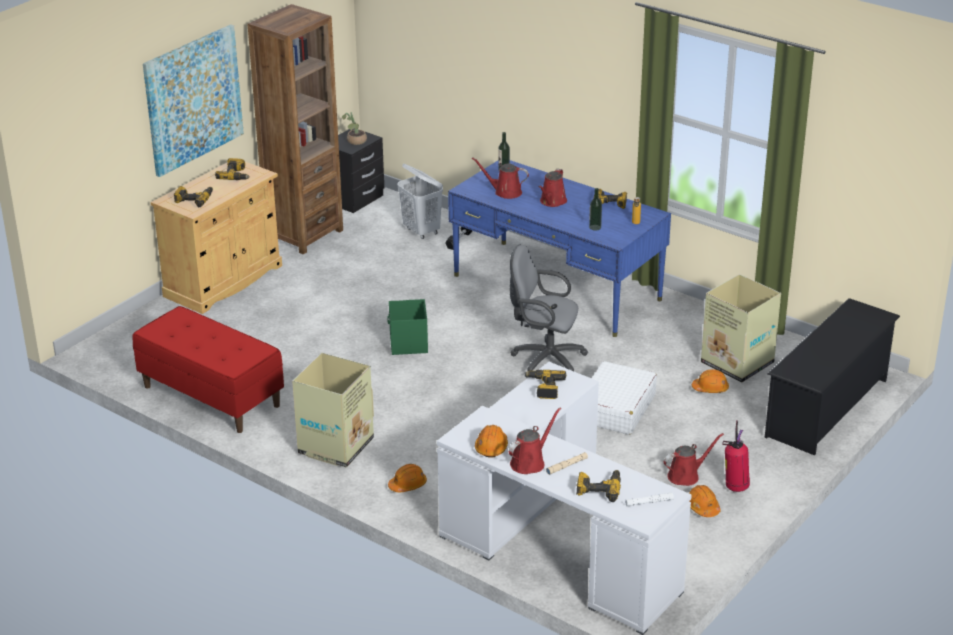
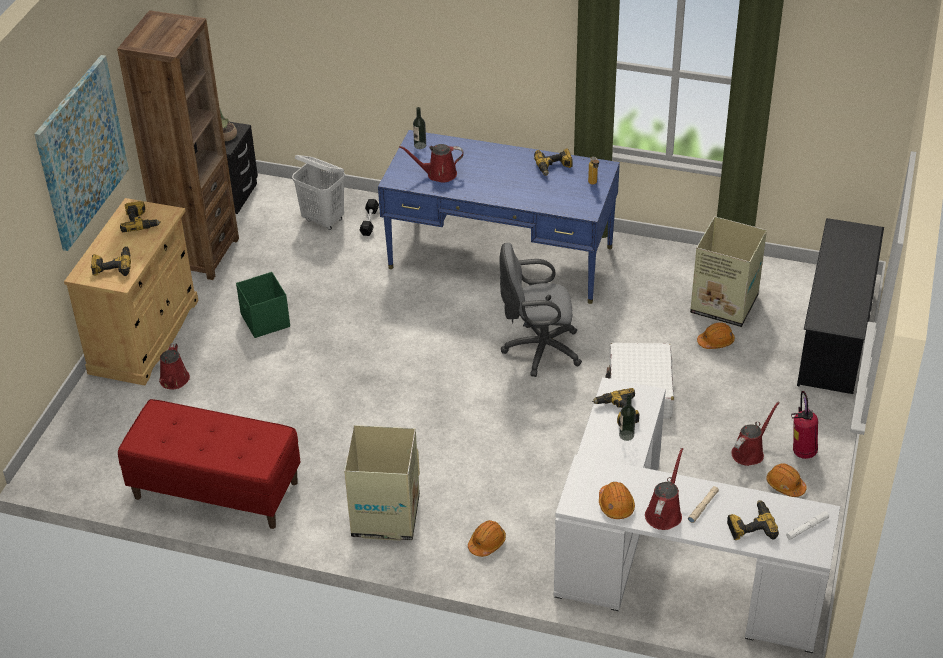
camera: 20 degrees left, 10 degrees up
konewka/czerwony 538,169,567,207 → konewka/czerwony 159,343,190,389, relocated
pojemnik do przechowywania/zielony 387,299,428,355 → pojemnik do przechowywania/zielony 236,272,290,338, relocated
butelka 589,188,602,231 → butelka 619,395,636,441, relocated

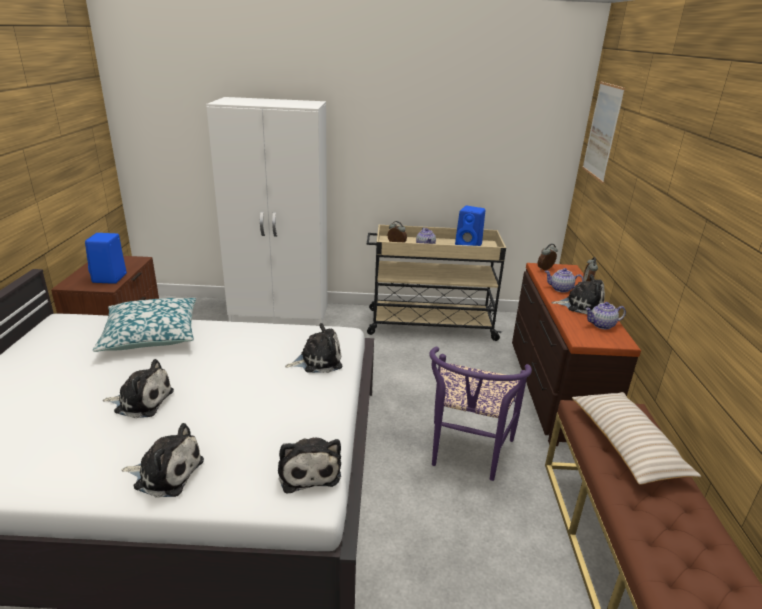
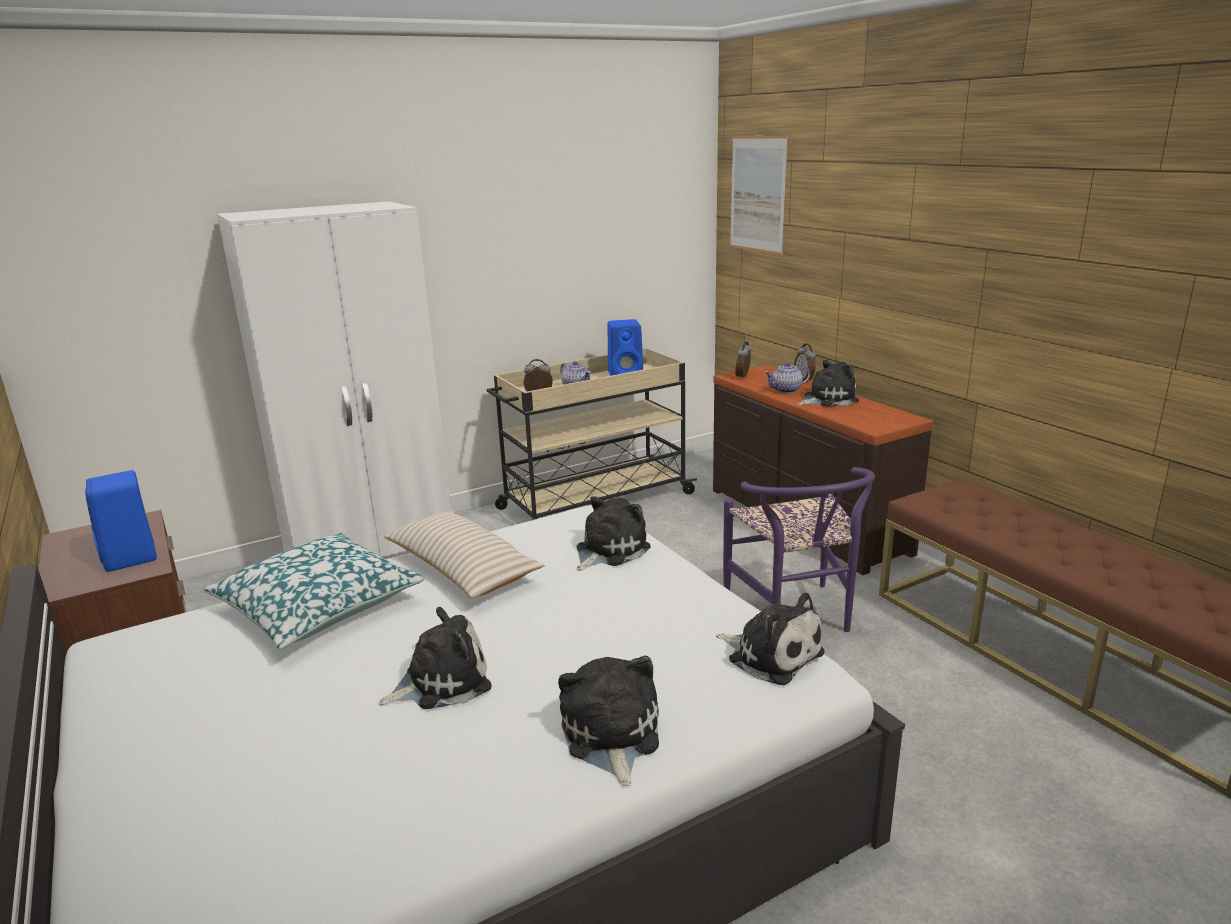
camera: 30 degrees left, 5 degrees down
poduszka/beżowy 572,392,702,485 → poduszka/beżowy 384,511,545,599, relocated
pluszak 122,423,204,497 → pluszak 558,656,659,786, 75 degrees counterclockwise
imbryk 585,302,626,329 → -

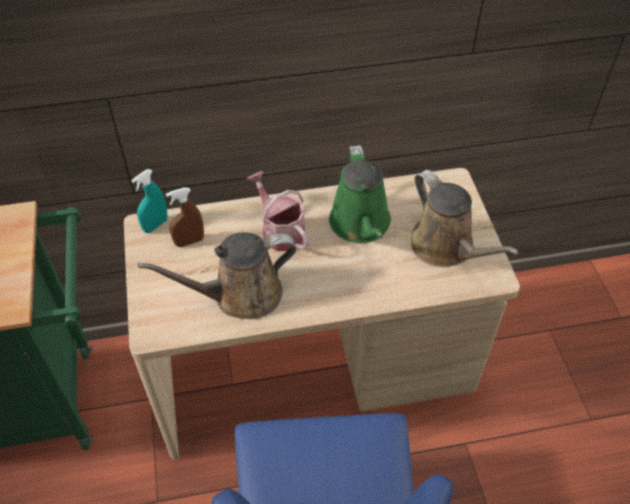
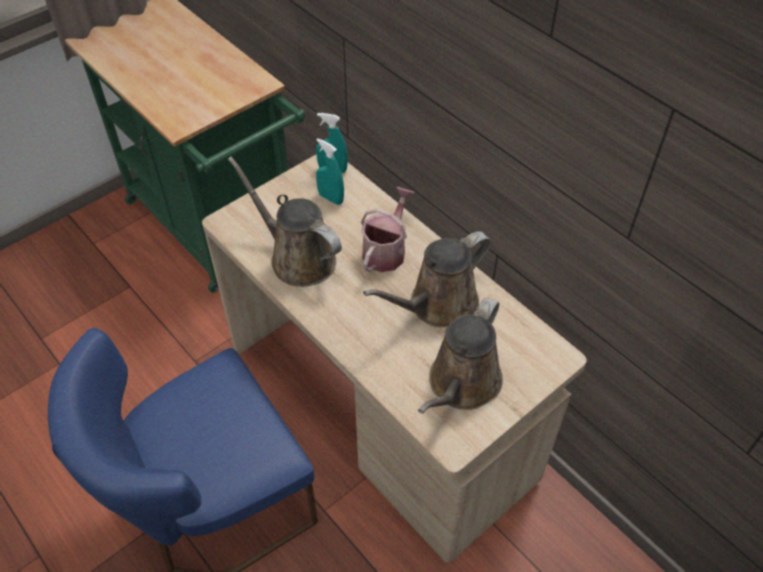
camera: 60 degrees right, 0 degrees up
spryskiwacz/brązowy 166,188,204,247 → spryskiwacz/turkusowy 316,138,344,205
konewka/zielony 329,145,391,243 → konewka/brązowy 363,231,492,327

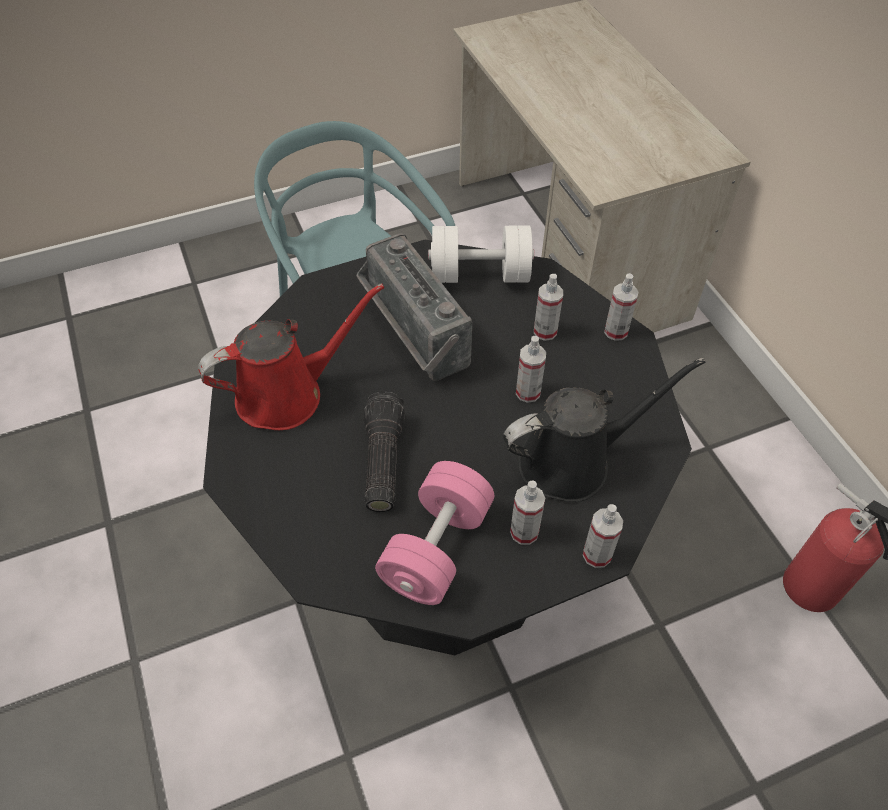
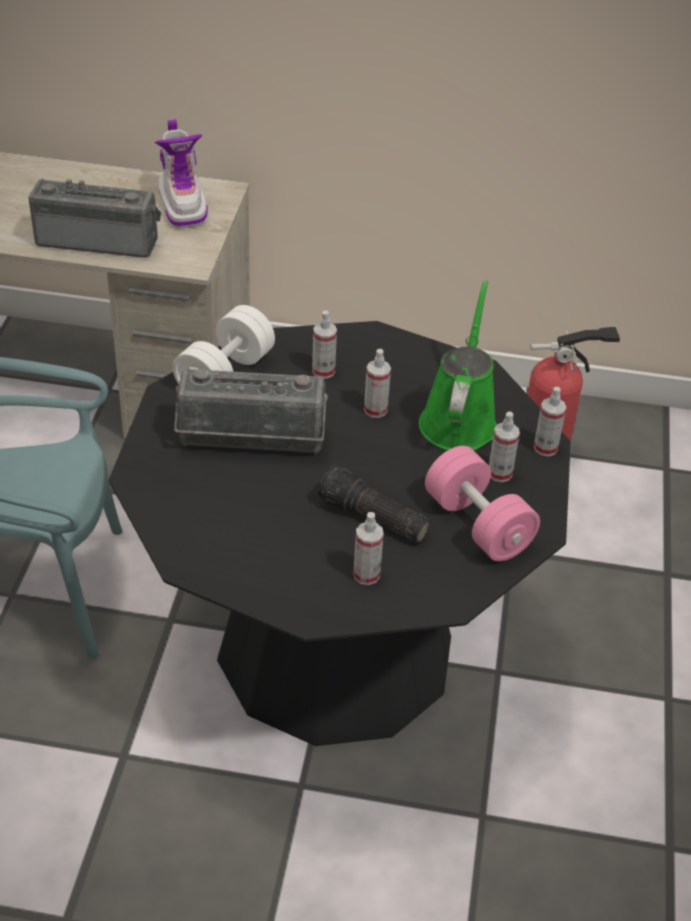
camera: 60 degrees left, 10 degrees down
- → radio 28,179,161,258
- → but z cholewką 155,119,208,228
spryskiwacz 604,273,639,341 → spryskiwacz 353,512,384,585, relocated
konewka/czarny 503,358,706,502 → konewka/zielony 419,280,497,450
konewka/czerwony 198,283,385,430 → -

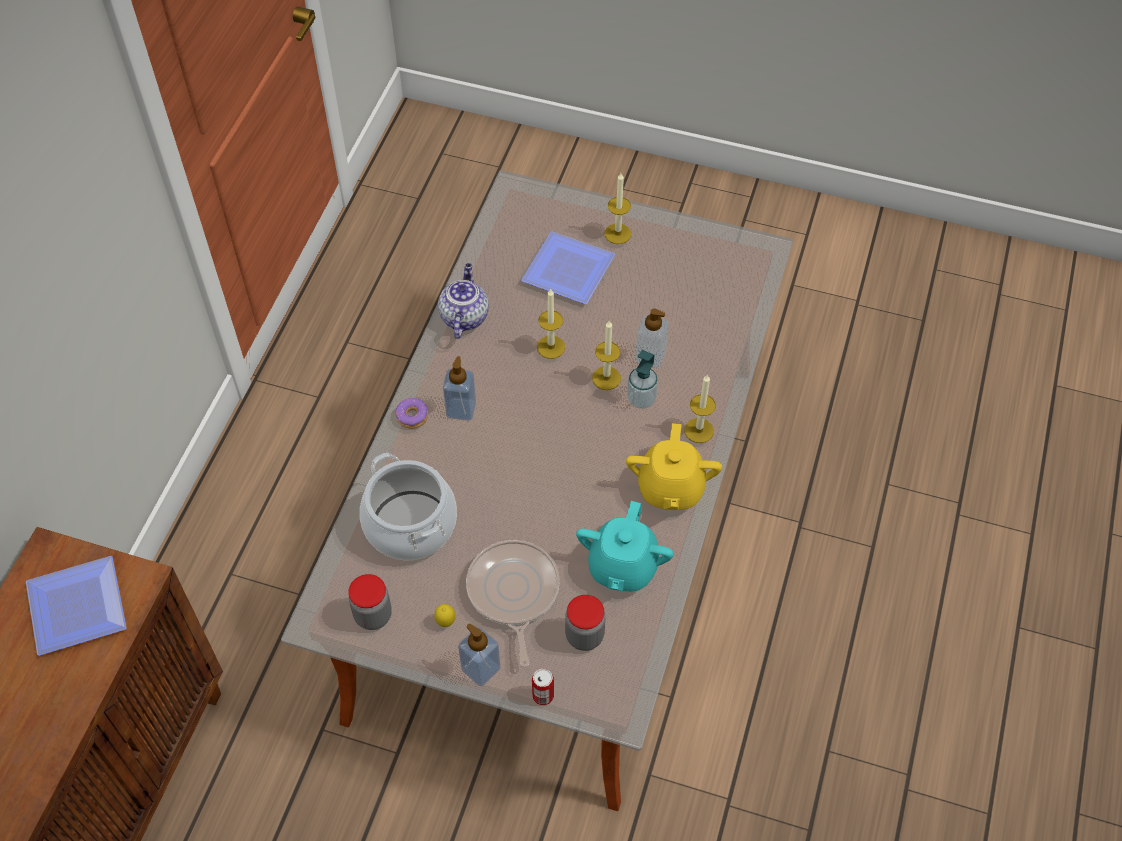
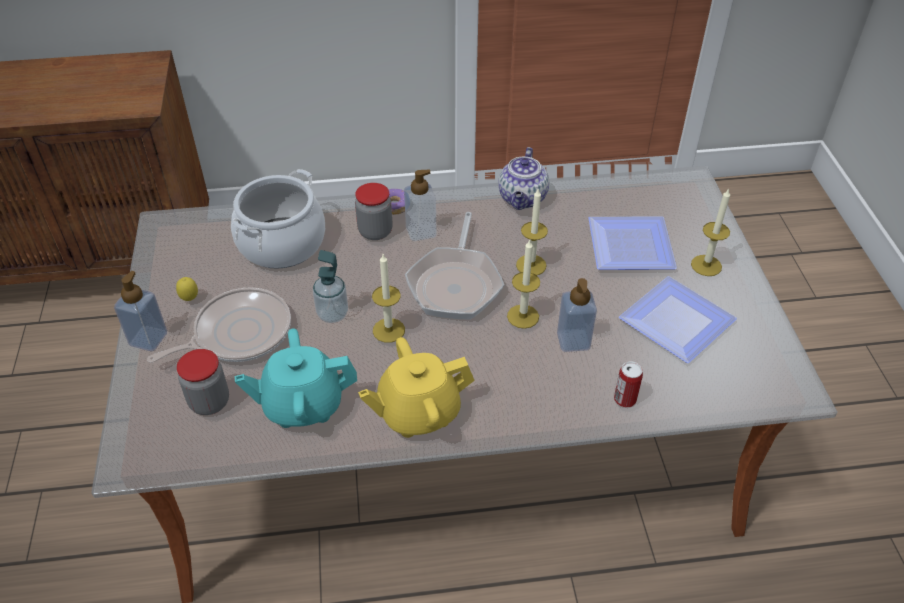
camera: 65 degrees right, 10 degrees down
dozownik mydła 627,350,658,409 → dozownik mydła 313,250,348,323, relocated
słoik 348,574,392,630 → słoik 355,183,393,240, relocated
świeca 684,375,716,443 → świeca 372,254,405,343, relocated
- → patelnia 405,212,504,319
imbryk 438,263,489,339 → imbryk 498,147,549,210, 120 degrees clockwise
puszka 532,669,554,705 → puszka 614,361,643,407, relocated
talerz 26,556,127,656 → talerz 619,276,737,363, relocated

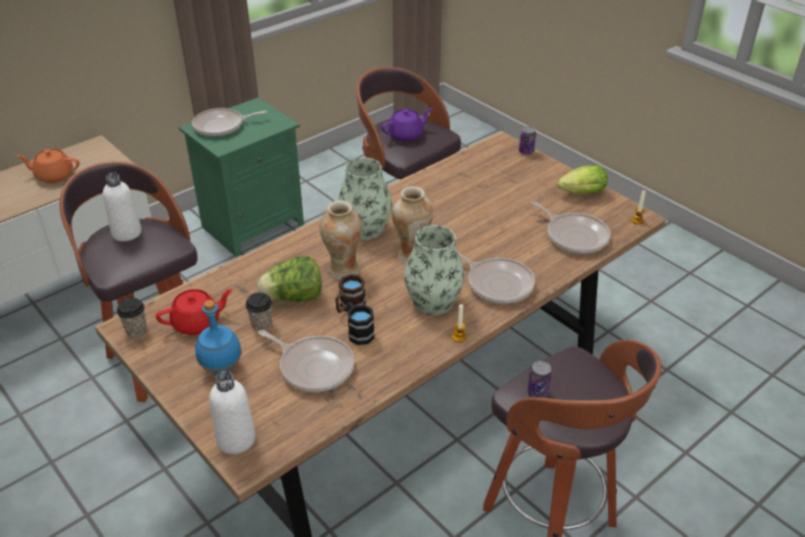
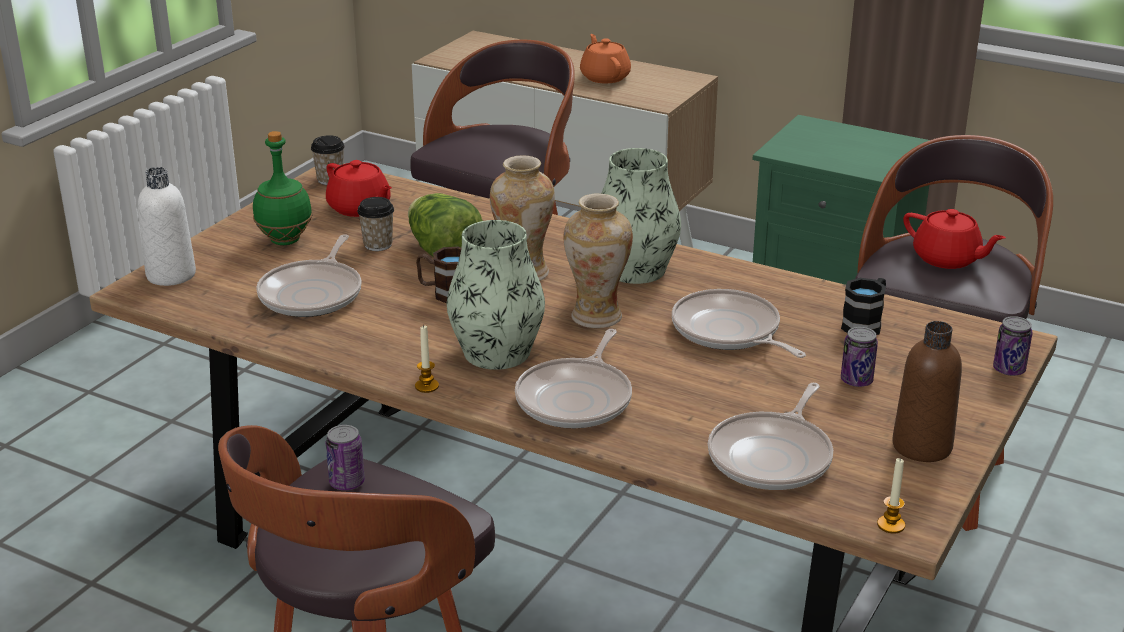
camera: 70 degrees right, 10 degrees down
butelka/niebieski 195,300,242,375 → butelka/zielony 253,131,312,245
patelnia 192,108,267,137 → patelnia 672,289,806,358, relocated
kubek/czarny 347,302,375,345 → kubek/czarny 841,278,886,335, relocated
- → puszka 841,327,878,387
sałata 557,165,608,194 → butelka/brązowy 892,321,962,462
imbryk/fioletowy 381,108,432,141 → imbryk/czerwony 903,209,1006,269
butelka/biały 103,173,142,241 → -

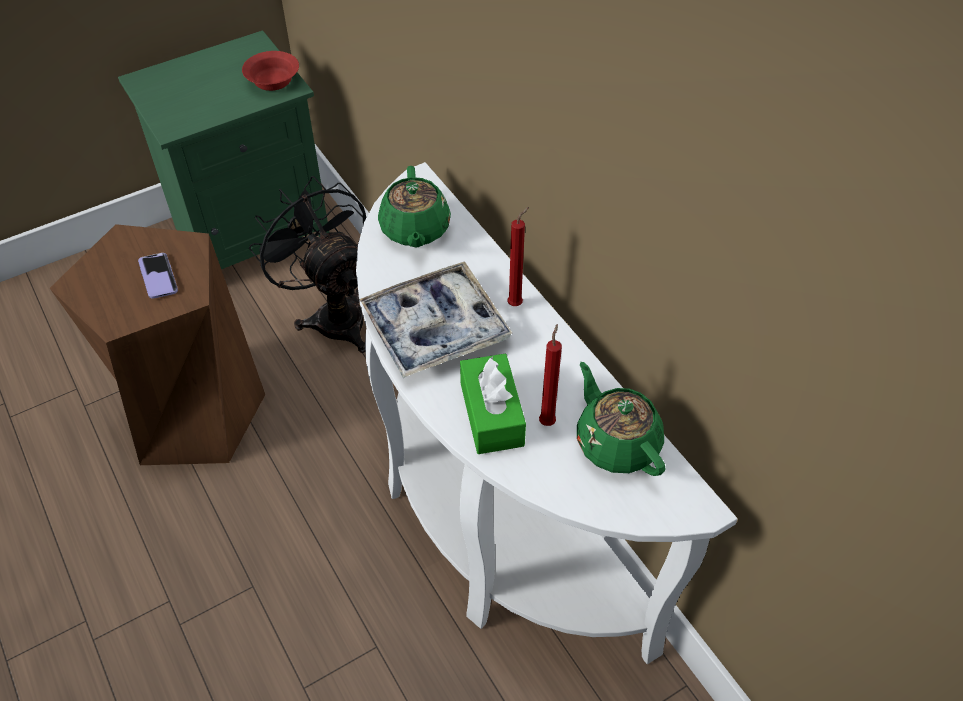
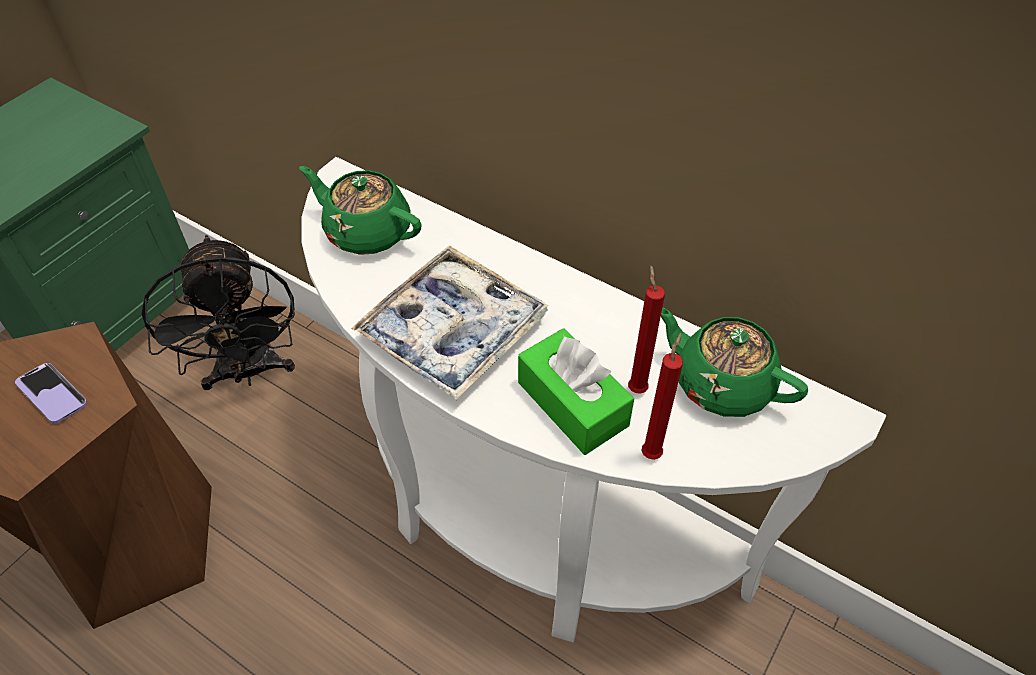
camera: 25 degrees left, 0 degrees up
wentylator/czarny 249,176,367,353 → wentylator/czarny 142,235,295,390, 135 degrees counterclockwise
imbryk/zielony 378,166,451,248 → imbryk/zielony 299,166,422,255, 150 degrees clockwise
świeca/czerwony 507,207,529,306 → świeca/czerwony 641,333,683,460, relocated
miska/czerwony 242,51,299,91 → -

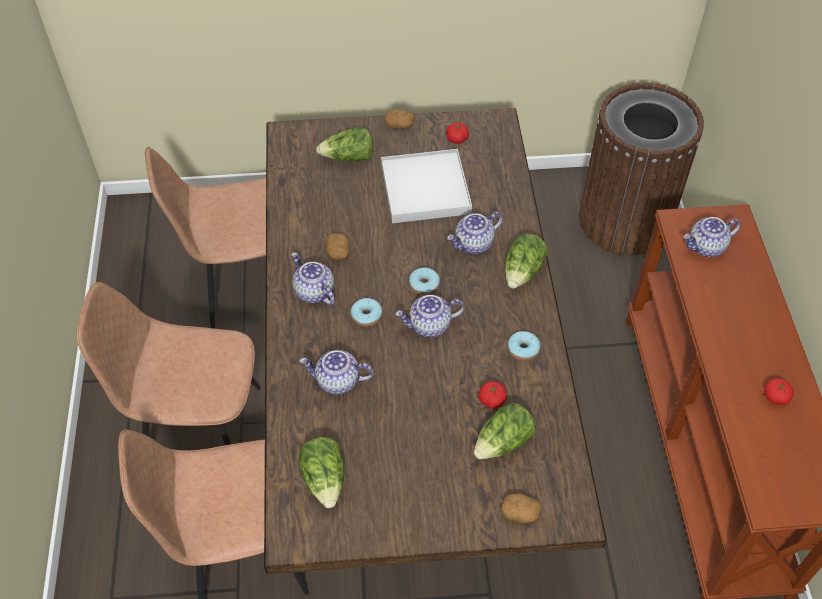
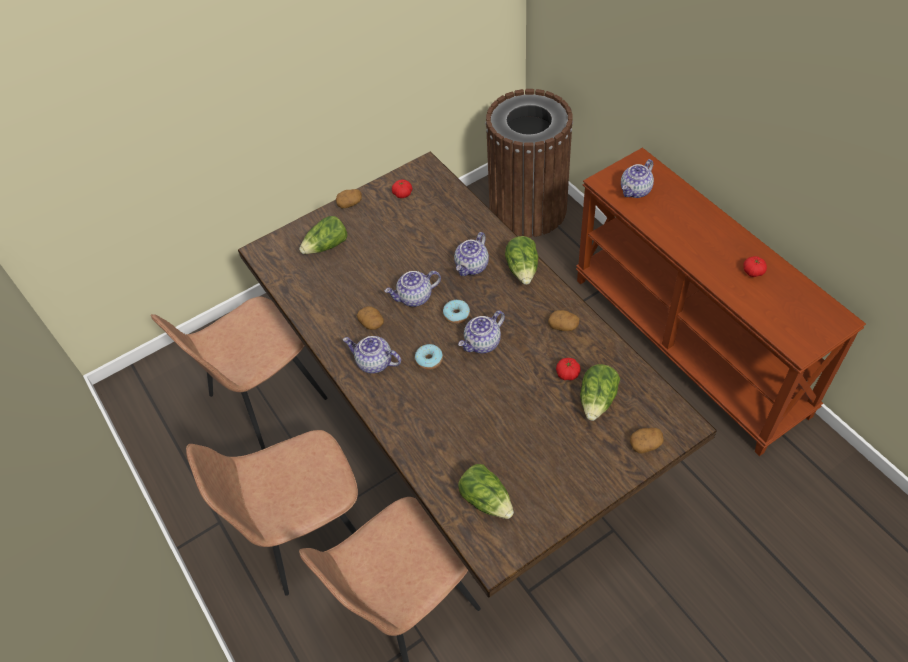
camera: 25 degrees left, 0 degrees up
imbryk 300,350,374,395 → imbryk 384,271,441,307, relocated
donut 508,331,540,361 → ziemniak 548,310,579,331
taca/biały 381,149,472,223 → -

